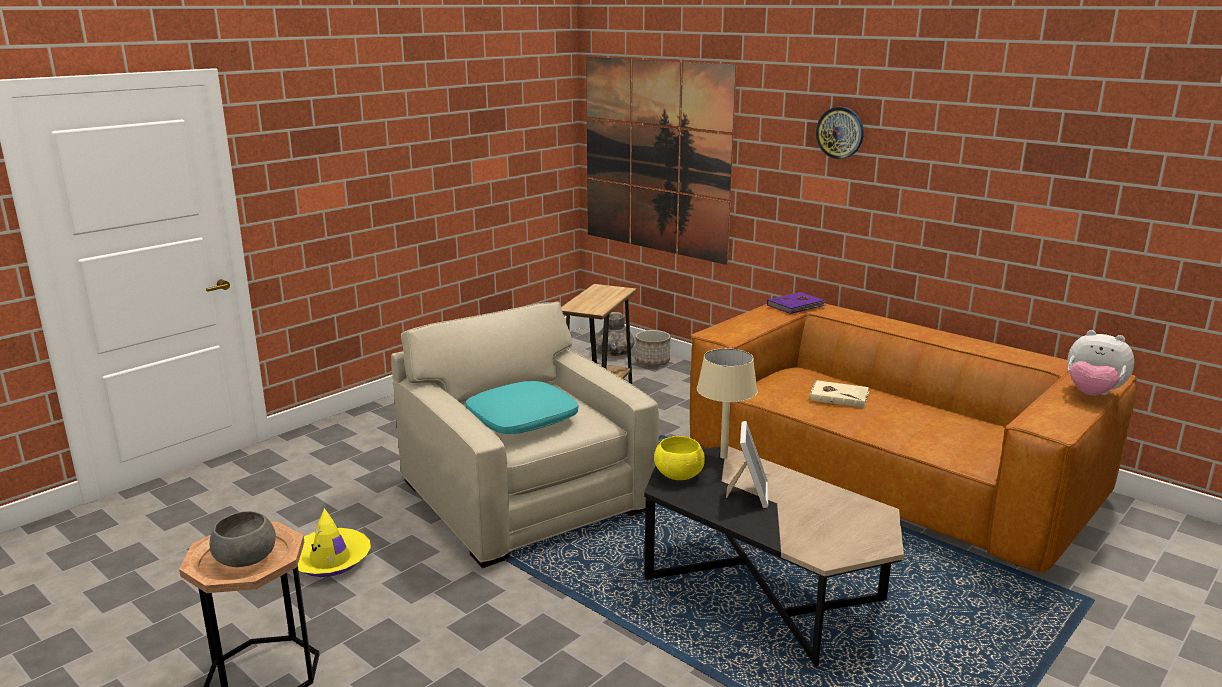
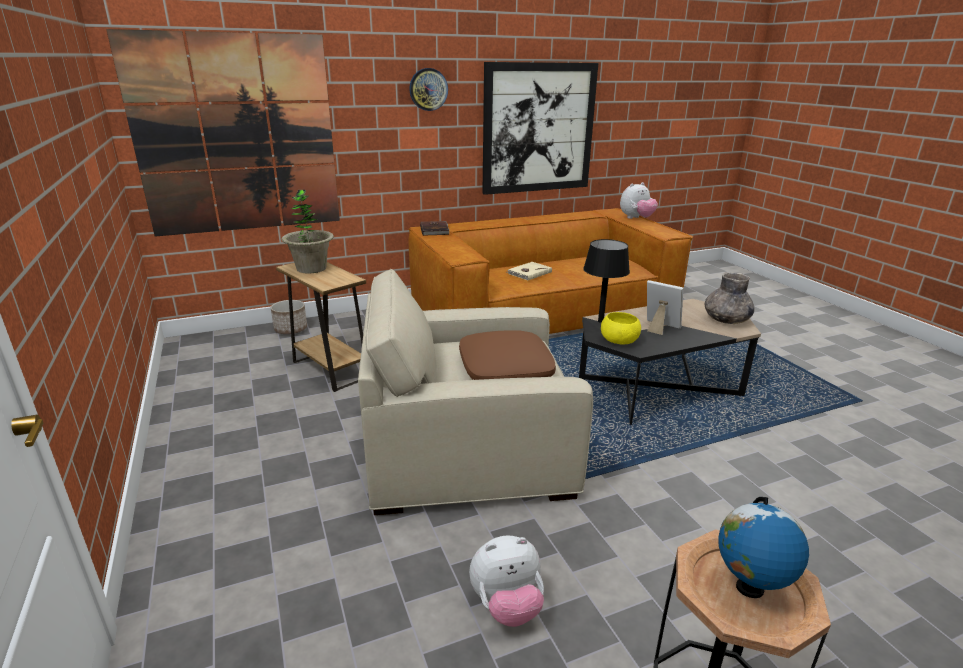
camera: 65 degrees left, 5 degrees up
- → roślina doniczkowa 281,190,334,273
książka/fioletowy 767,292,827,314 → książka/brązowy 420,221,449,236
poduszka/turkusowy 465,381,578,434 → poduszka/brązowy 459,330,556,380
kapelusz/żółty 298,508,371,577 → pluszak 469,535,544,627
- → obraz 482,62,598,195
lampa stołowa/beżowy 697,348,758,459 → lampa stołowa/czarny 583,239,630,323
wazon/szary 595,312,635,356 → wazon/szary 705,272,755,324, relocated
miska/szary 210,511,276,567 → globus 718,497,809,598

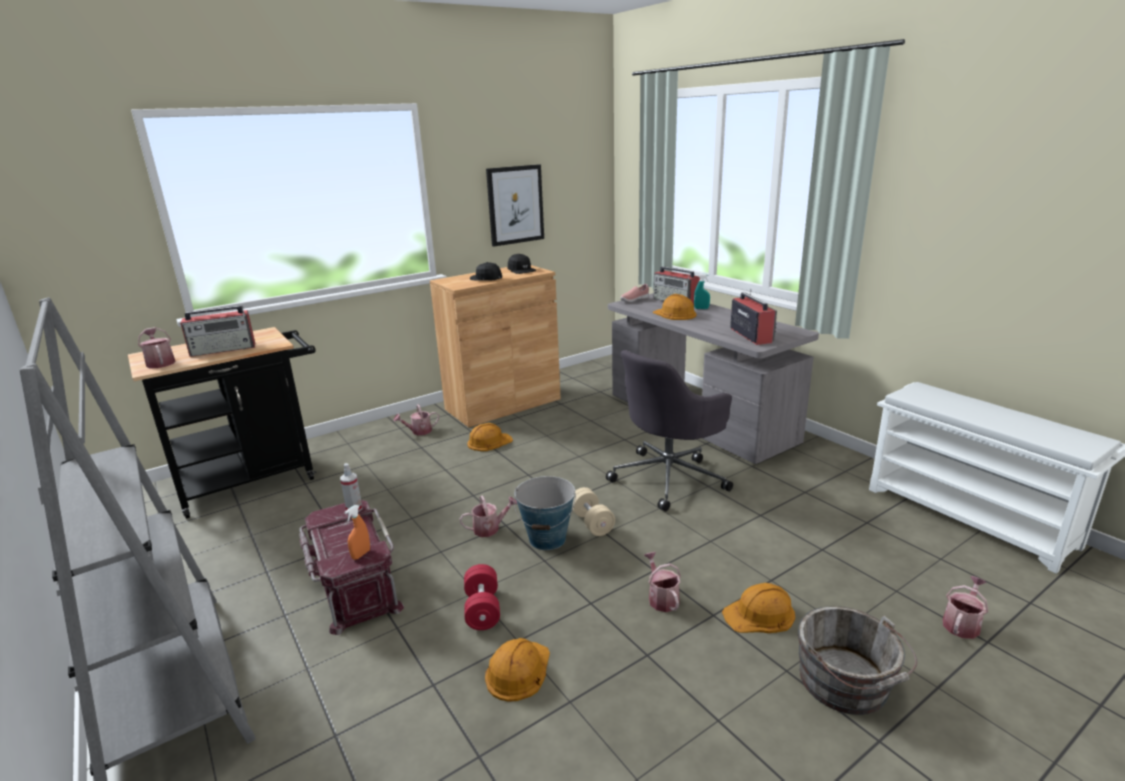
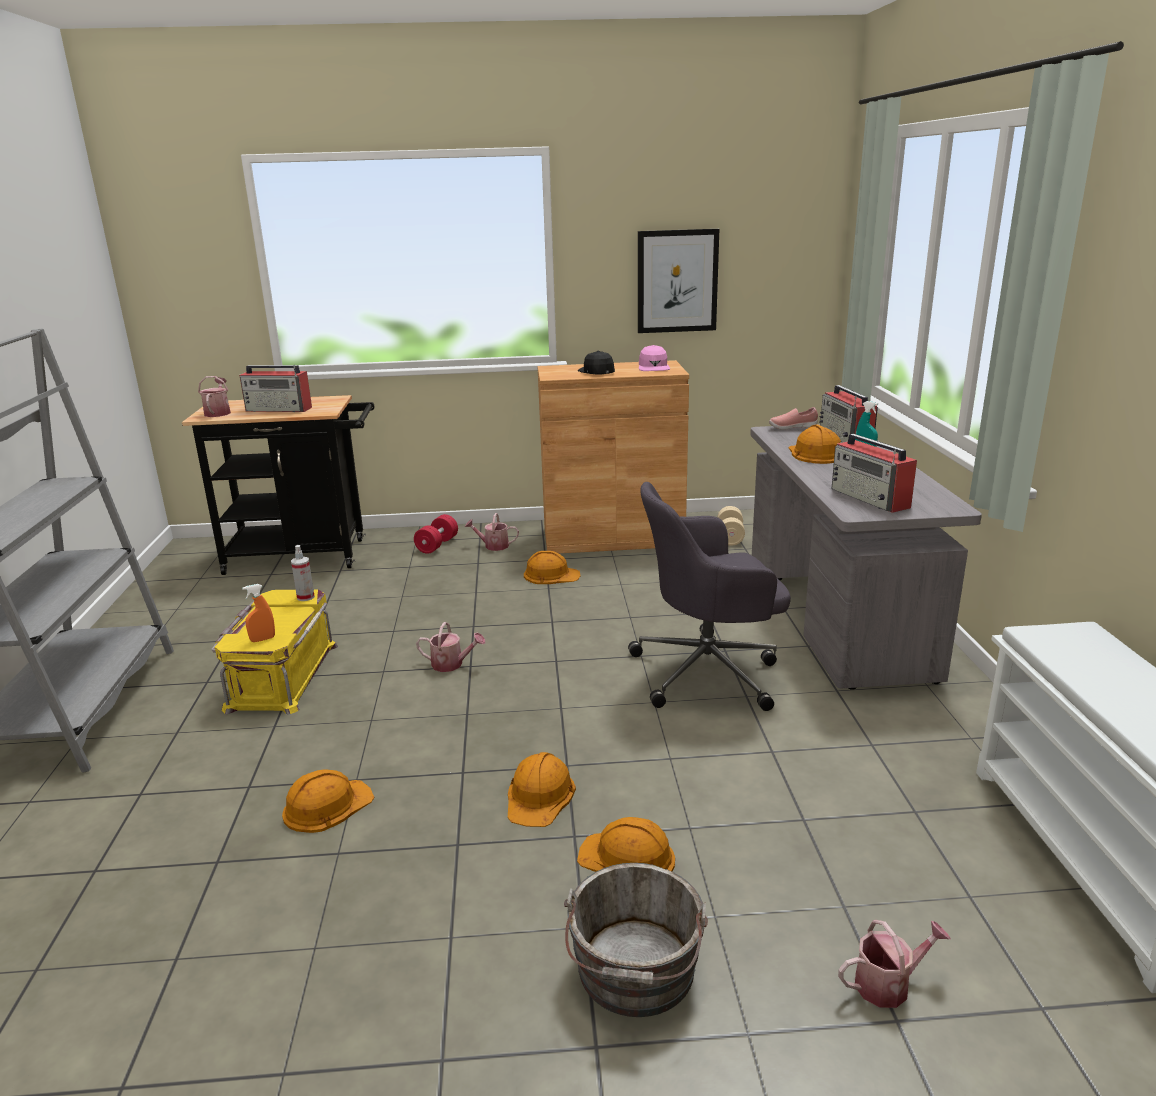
camera: 30 degrees right, 0 degrees up
pojemnik do przechowywania/czerwony 299,500,404,635 → pojemnik do przechowywania/żółty 211,589,338,715
hantel/czerwony 464,564,500,630 → hantel/czerwony 414,514,458,554, relocated
konewka 644,552,681,612 → kask/pomarańczowy 508,752,576,827
czapka z daszkiem/czarny 508,254,536,274 → czapka z daszkiem/różowy 639,345,670,371
hantel/beżowy 572,487,615,536 → hantel/beżowy 717,506,745,546, relocated
radio 730,289,777,345 → radio 831,434,917,513, 135 degrees clockwise
wiadro 514,476,576,550 → -

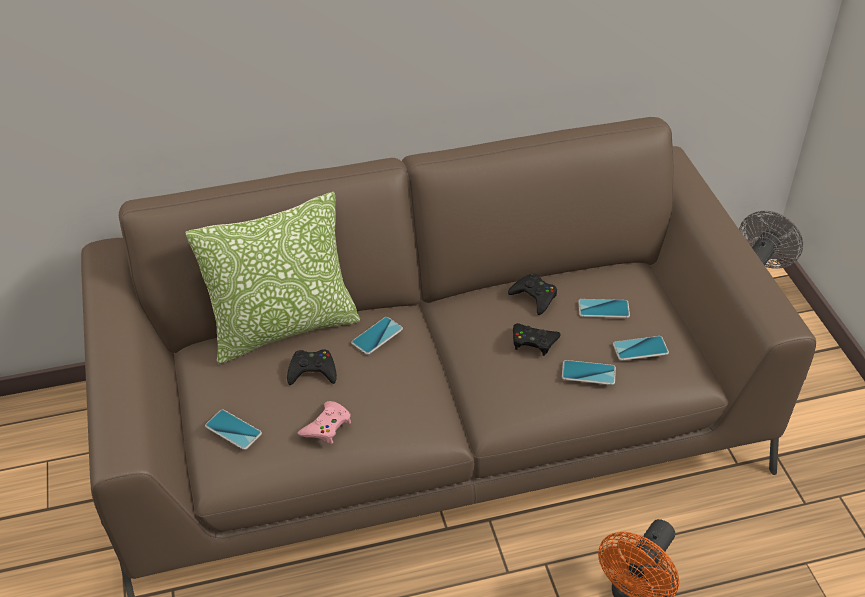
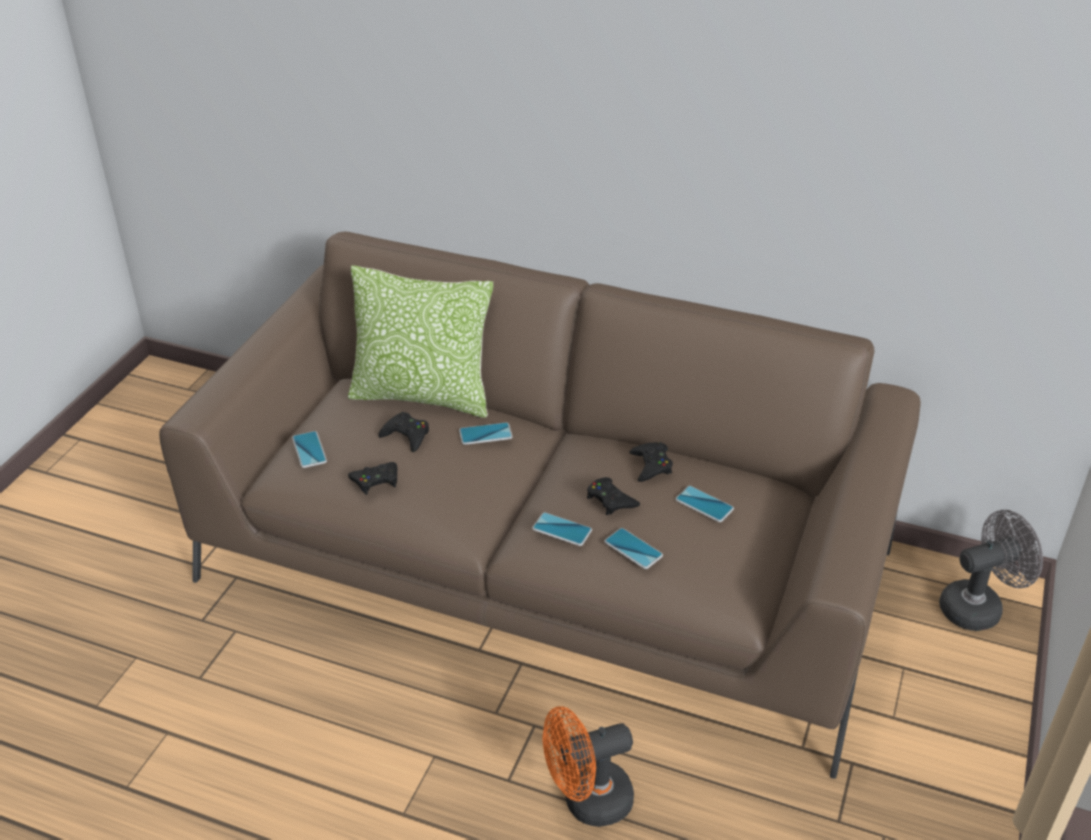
camera: 35 degrees right, 5 degrees down
pad do gier/różowy 298,401,351,444 → pad do gier/czarny 348,462,397,495
telefon 613,336,669,361 → telefon 532,512,592,546, relocated

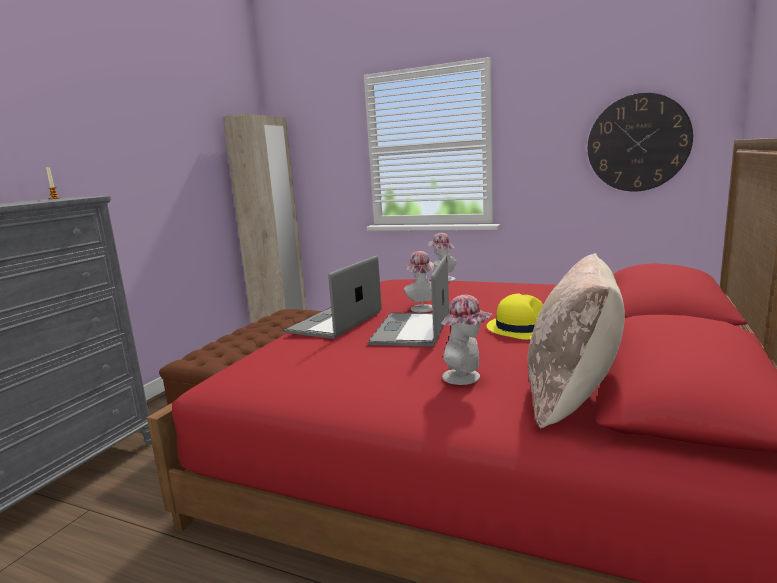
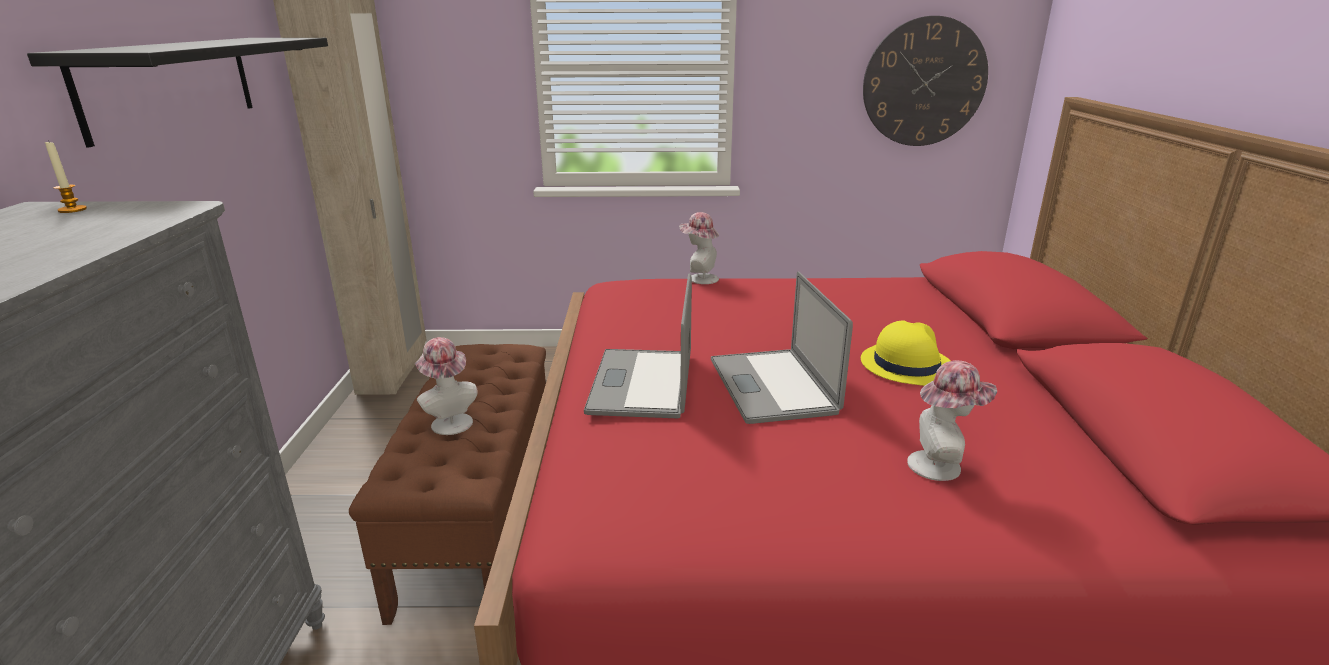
camera: 25 degrees left, 10 degrees up
- → półka/czarny 27,38,328,147
kapelusz 404,251,435,313 → kapelusz 415,337,478,435, relocated
poduszka/beżowy 527,253,625,429 → -

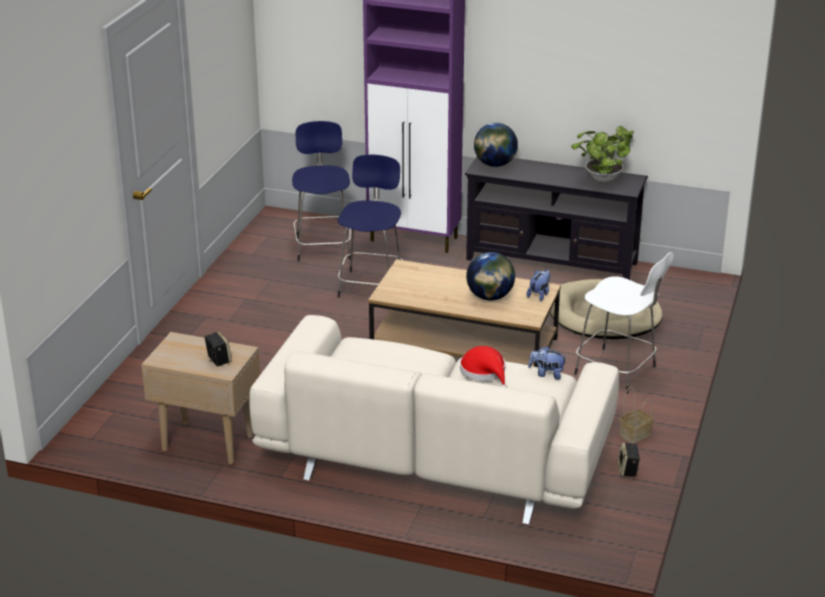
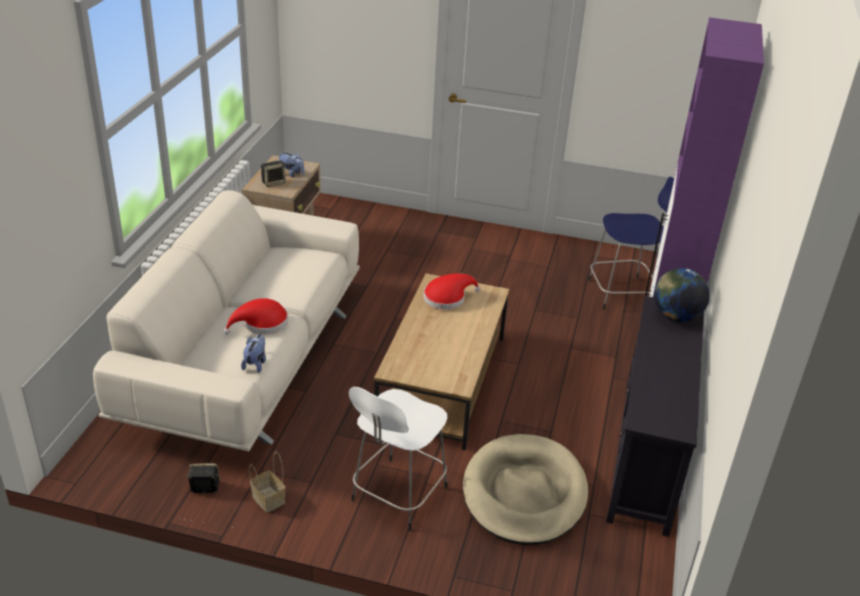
camera: 85 degrees right, 5 degrees up
pluszak 527,269,550,301 → pluszak 278,152,305,177, relocated
- → kapelusz/czerwony 423,273,481,310
stołek/niebieski 338,155,403,298 → -
globus 466,252,515,301 → -
roślina doniczkowa 571,126,634,183 → -

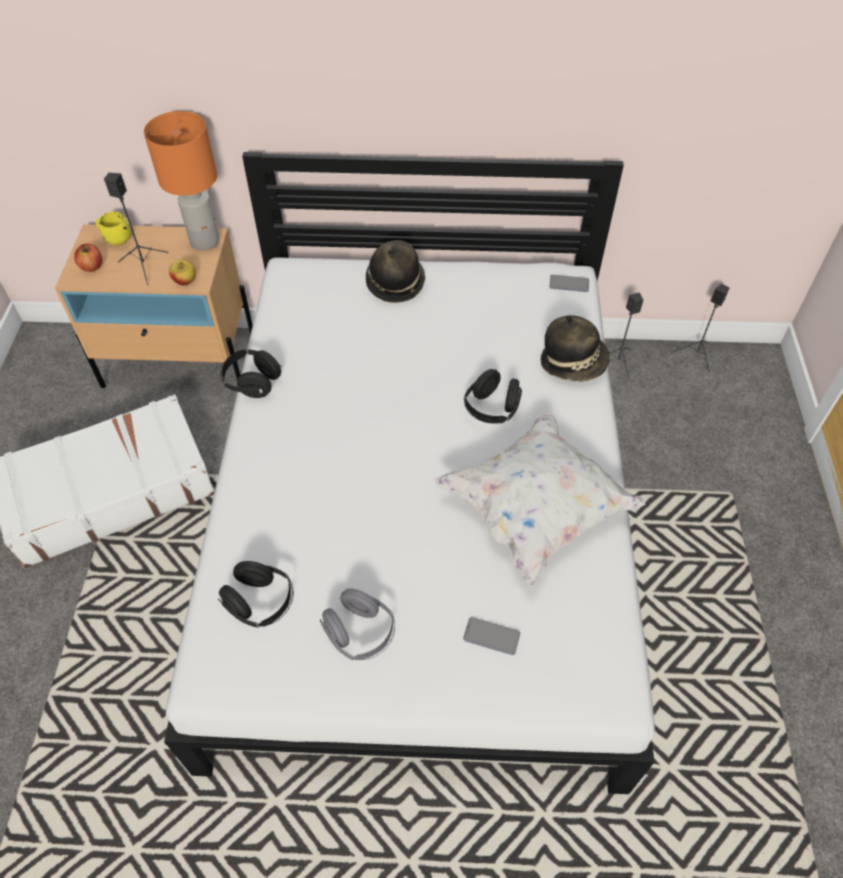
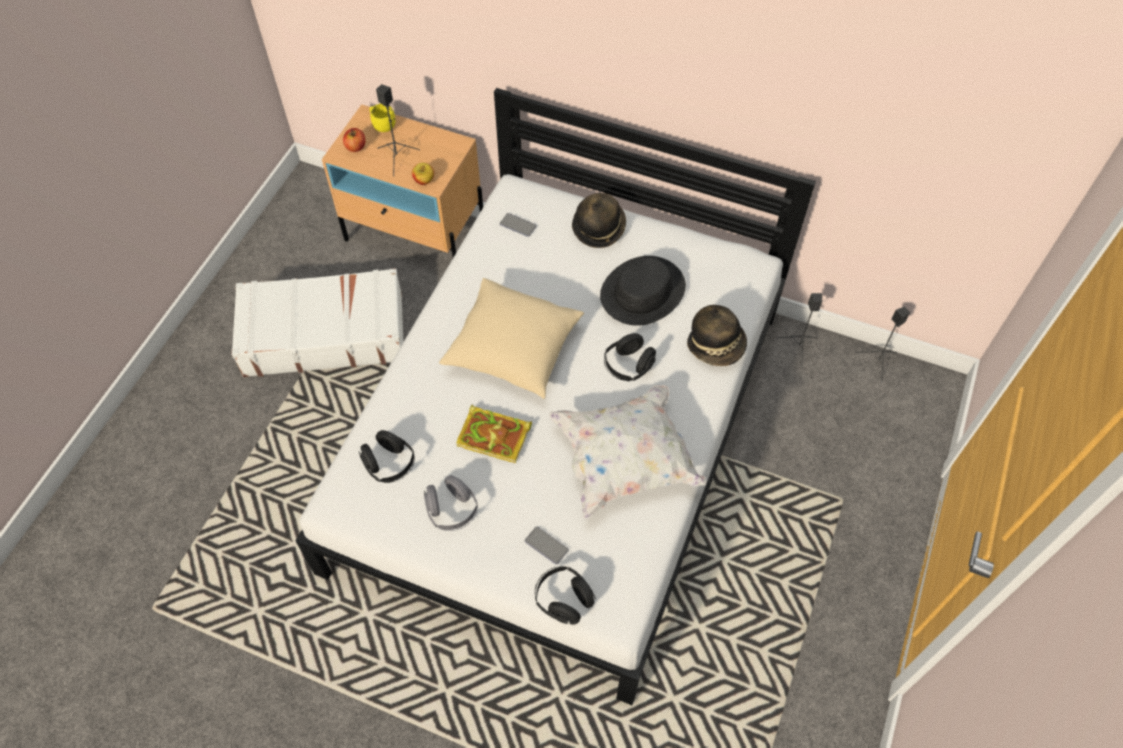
camera: 20 degrees right, 5 degrees up
- → poduszka/beżowy 439,278,584,399
- → książka 456,405,532,463
telefon 550,275,589,292 → telefon 499,213,537,237, relocated
słuchawki/czarny 220,349,282,398 → słuchawki/czarny 535,566,596,625, relocated
- → kapelusz/czarny 600,256,686,326
lampa stołowa/pomarańczowy 144,111,220,250 → -

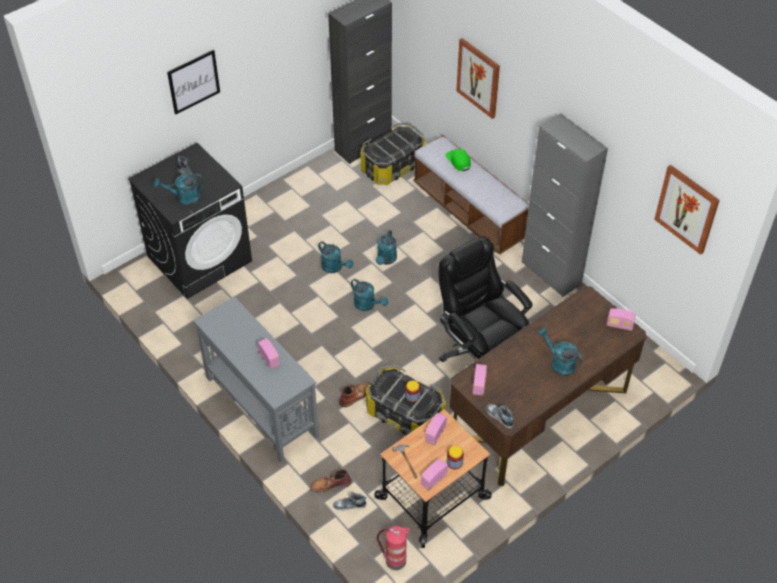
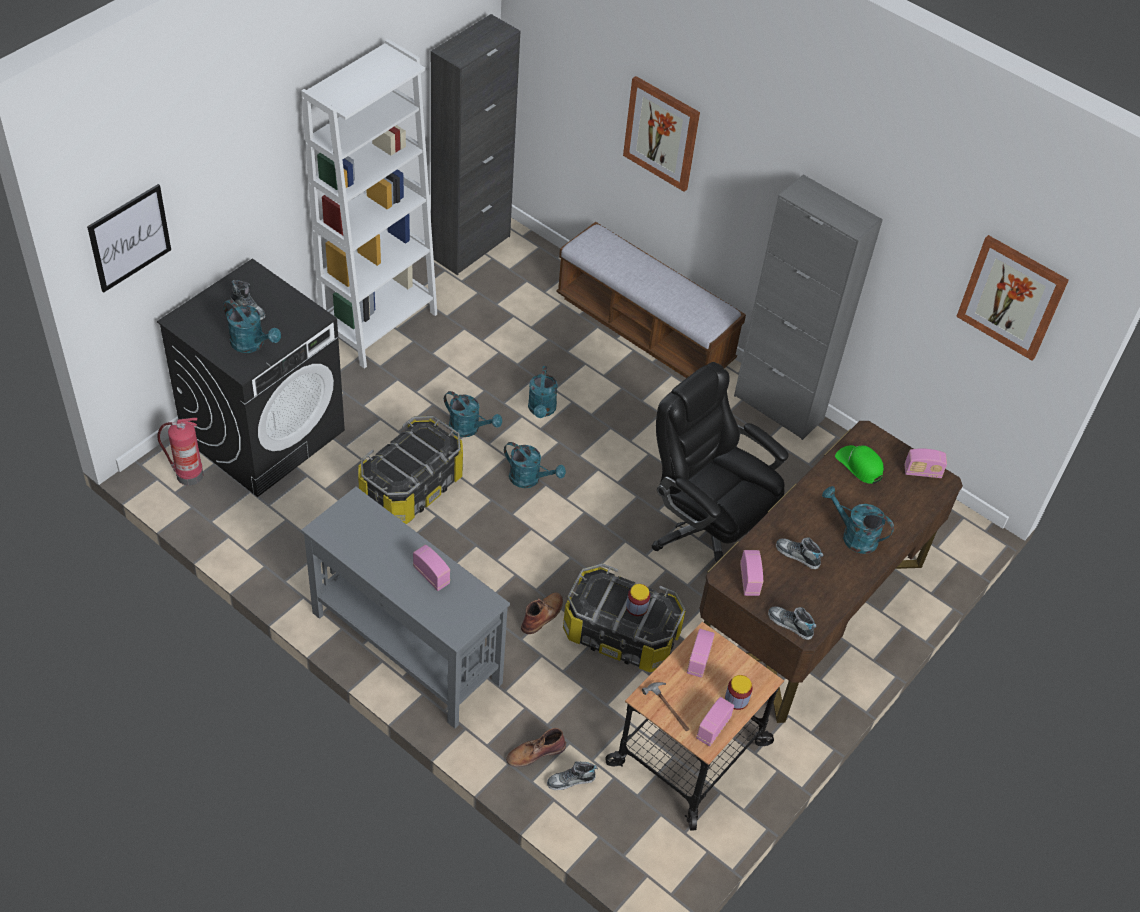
camera: 15 degrees left, 0 degrees up
obraz 167,50,220,115 → obraz 87,184,171,293, relocated
gaśnica 377,526,410,570 → gaśnica 157,418,203,486, relocated
konewka/turkusowy 153,174,204,205 → konewka/turkusowy 223,299,281,353, 120 degrees counterclockwise
- → regał/biały 301,39,437,369
pojemnik do przechowywania 360,123,426,185 → pojemnik do przechowywania 358,416,463,524, relocated
- → but 776,537,823,569
czapka z daszkiem/zielony 445,149,471,171 → czapka z daszkiem/zielony 835,445,884,484, relocated

